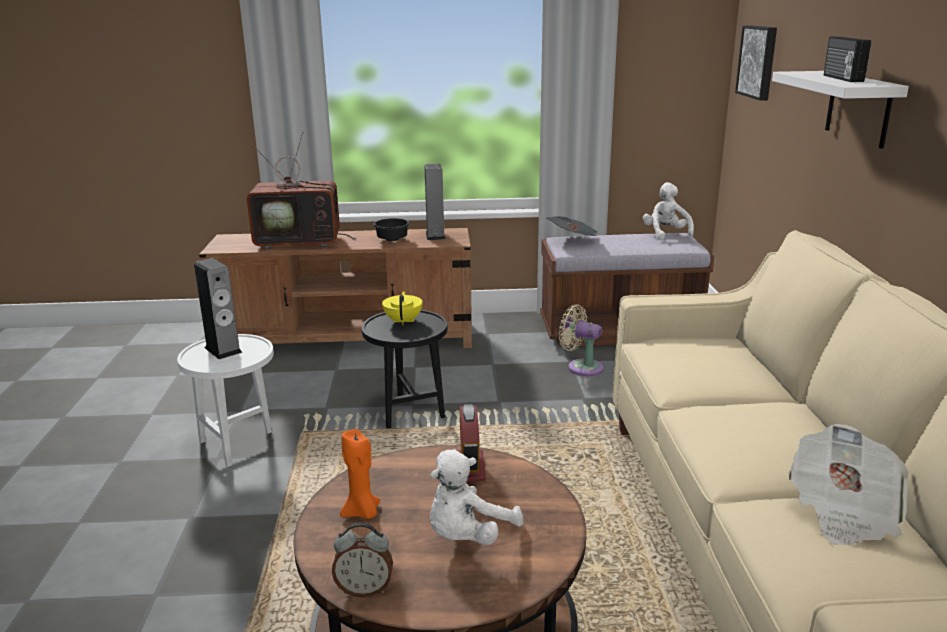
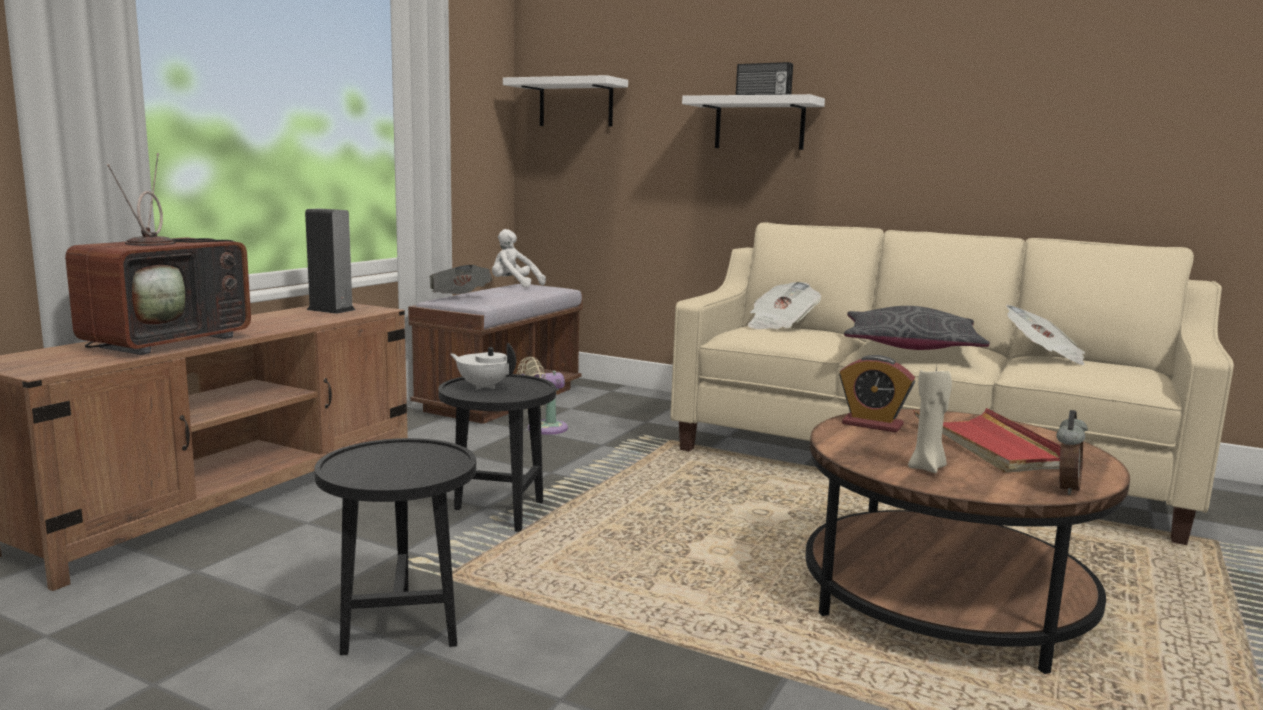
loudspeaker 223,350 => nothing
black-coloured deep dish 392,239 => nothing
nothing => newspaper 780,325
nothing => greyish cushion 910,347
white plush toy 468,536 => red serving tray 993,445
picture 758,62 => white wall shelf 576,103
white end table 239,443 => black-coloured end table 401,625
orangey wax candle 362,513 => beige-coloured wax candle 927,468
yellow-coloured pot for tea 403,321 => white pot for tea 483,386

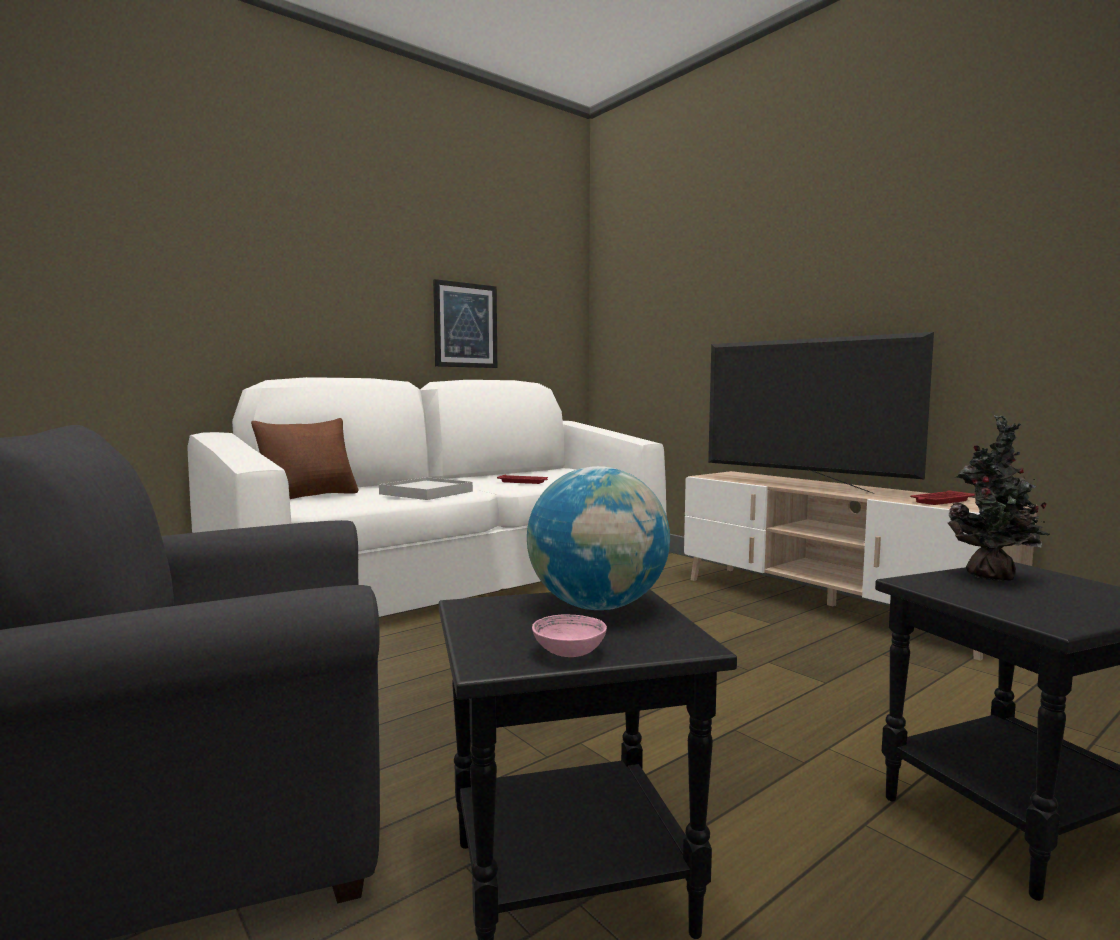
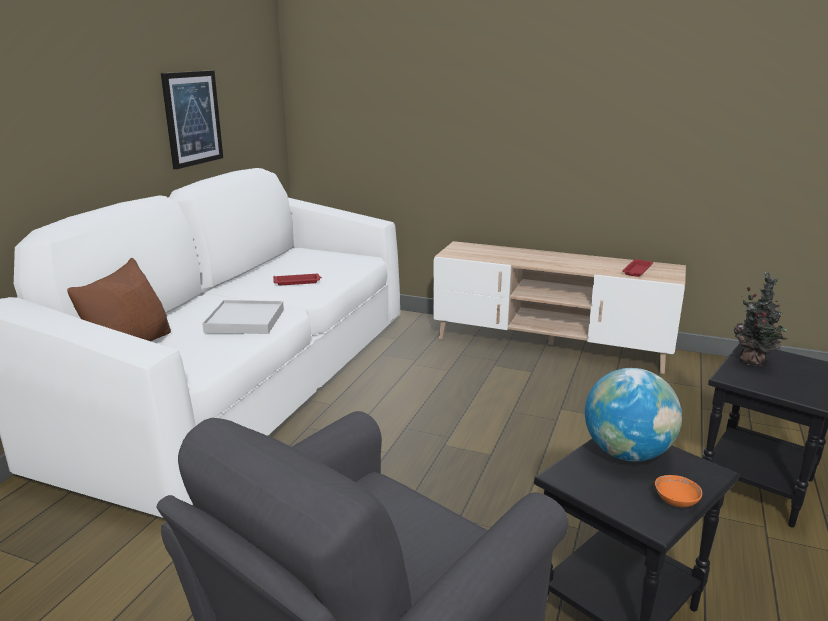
TV 804,486 => nothing
pink deep dish 569,652 => orangey deep dish 675,501

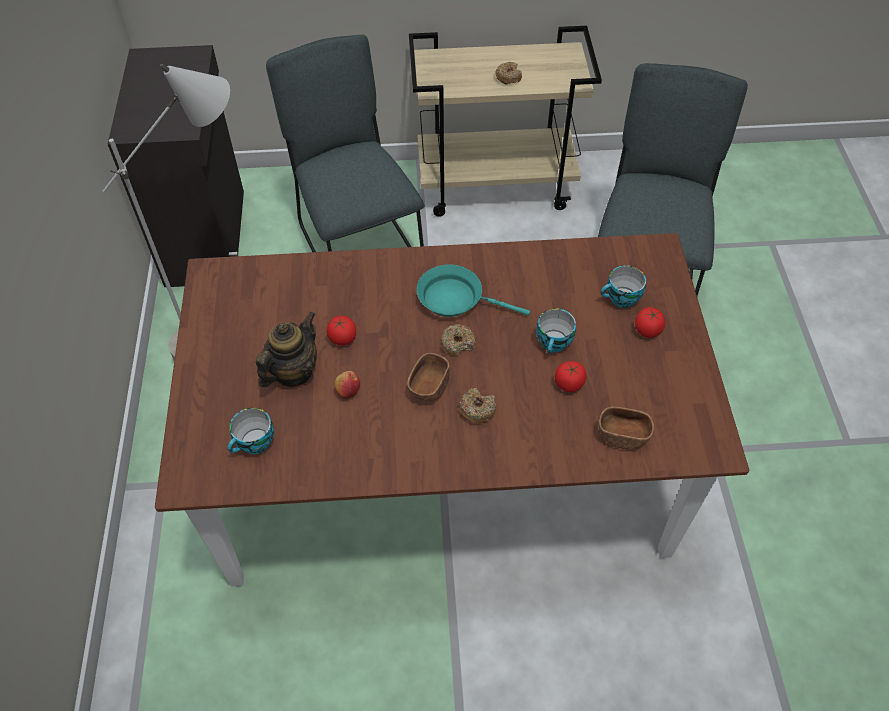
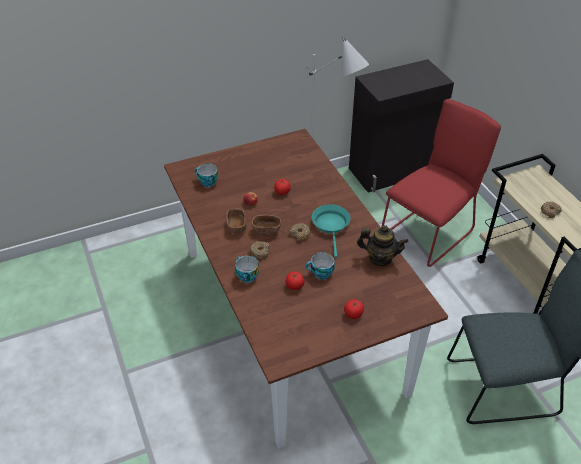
pot for tea 292,372 => pot for tea 380,258, shifted
brownish deep dish 622,435 => brownish deep dish 236,227, shifted
cup 621,299 => cup 246,276, shifted
greyish plain chair 358,243 => red plain chair 430,231

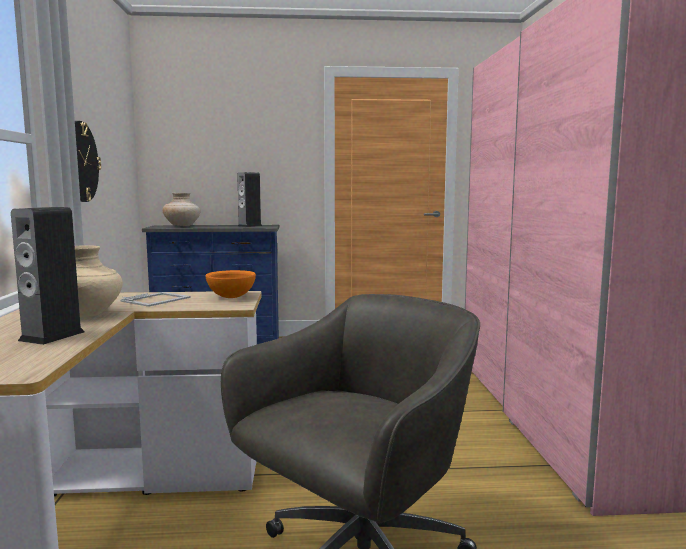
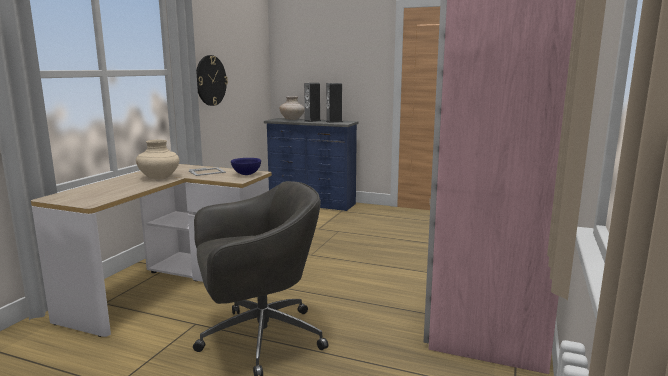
loudspeaker 52,336 => loudspeaker 312,121, shifted
orangey deep dish 230,297 => bluish deep dish 246,174

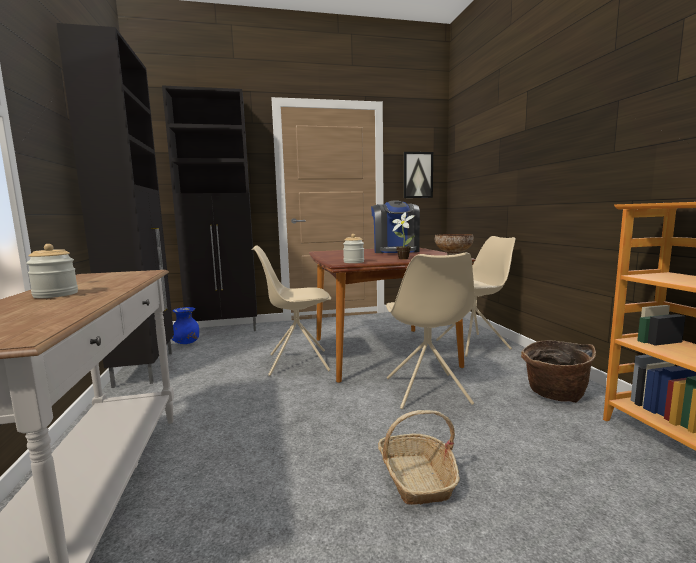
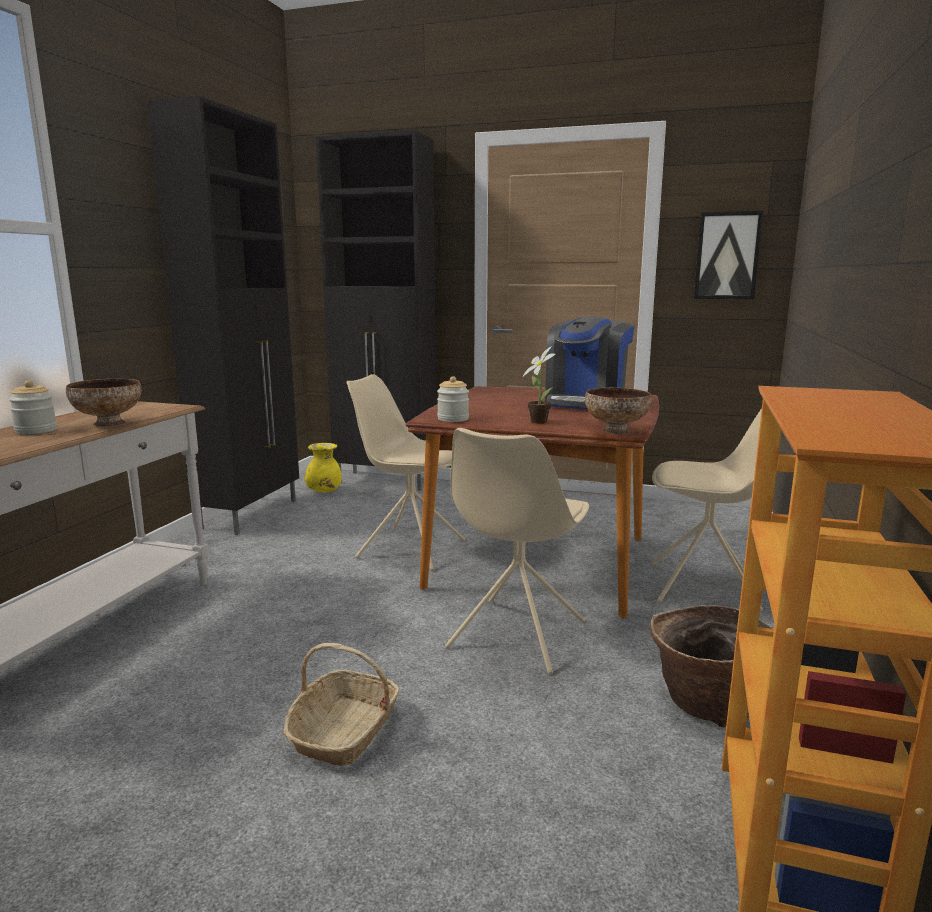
nothing => deep dish 108,423
bluish decorative vase 186,343 => yellow-coloured decorative vase 324,491

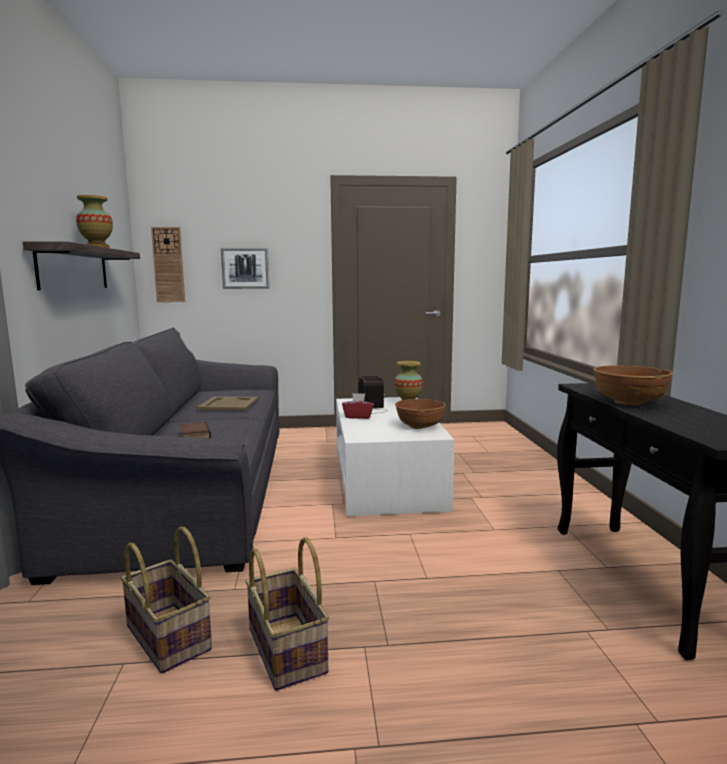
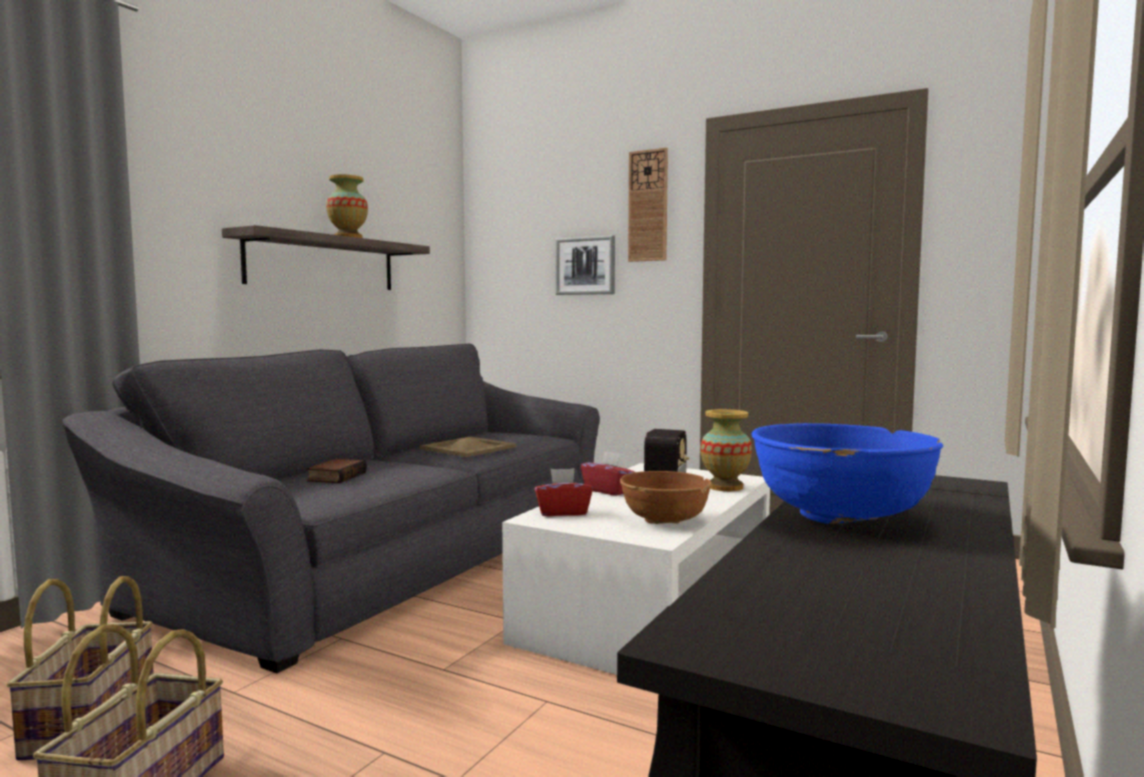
nothing => red tissue holder 562,512
wall clock 168,265 => wall clock 648,206, shifted
brownish deep dish 628,402 => bluish deep dish 840,515

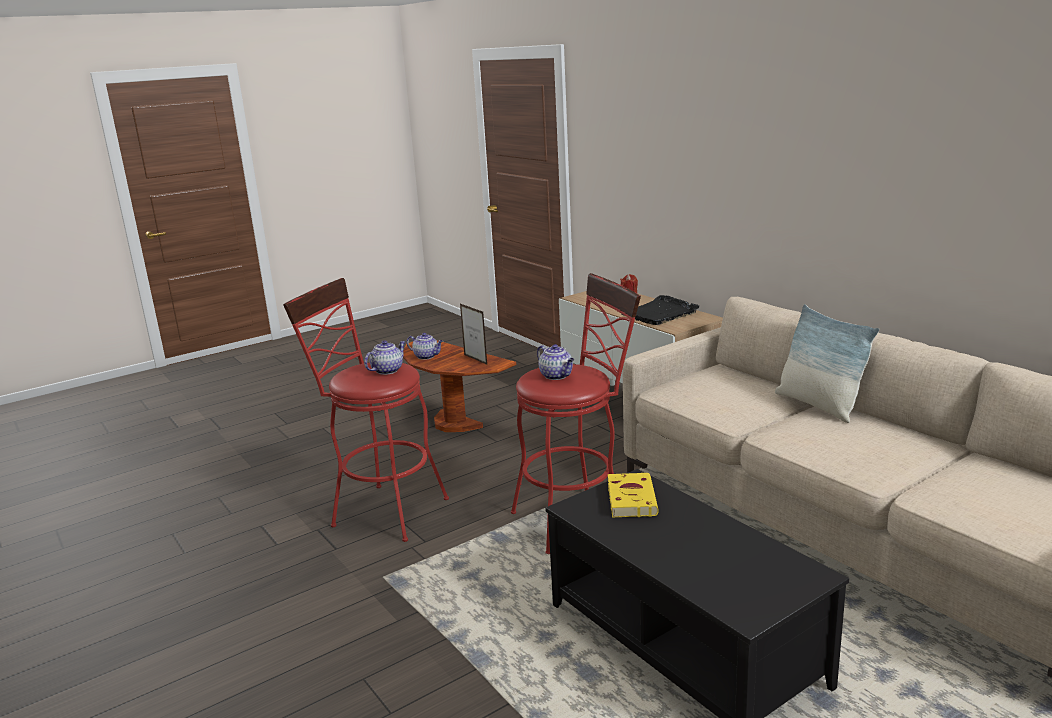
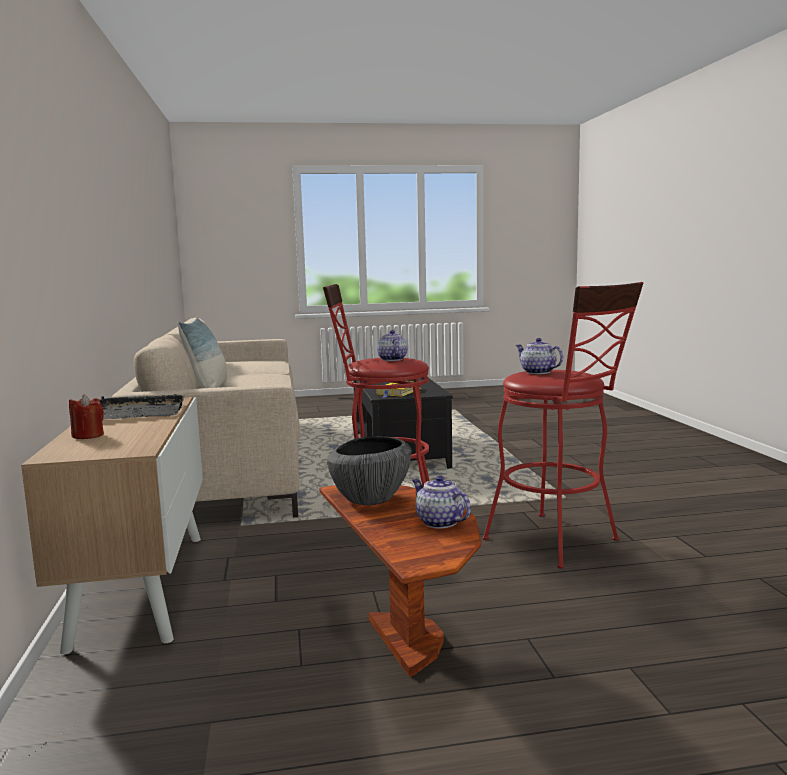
photo frame 475,360 => deep dish 370,499
pot for tea 387,370 => pot for tea 537,372, 75 degrees clockwise

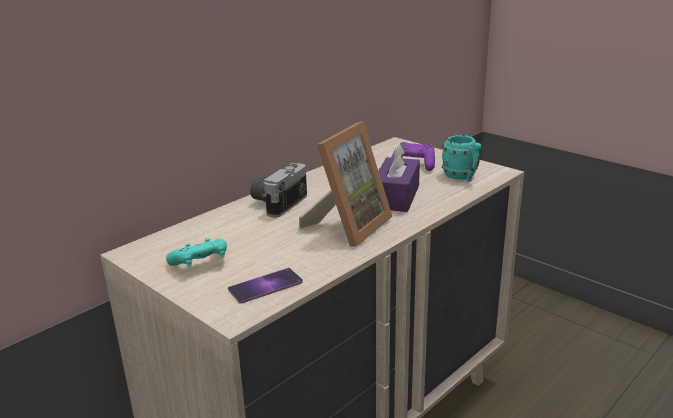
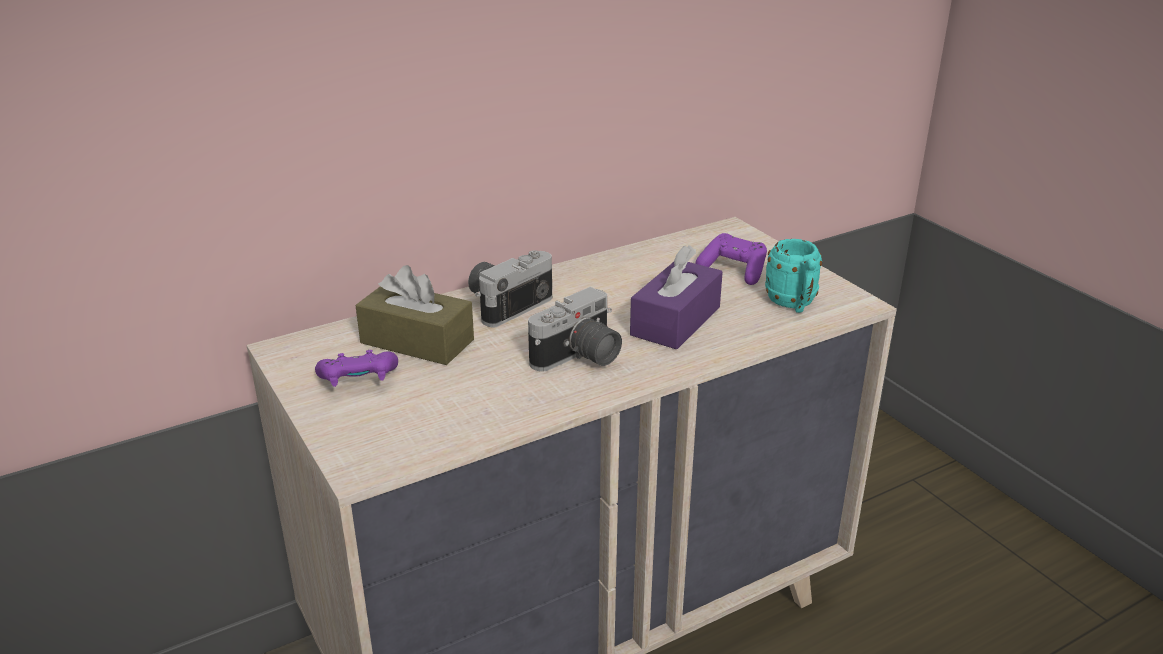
telephone 265,286 => nothing
nothing => brownish tissue holder 417,341
photo frame 348,226 => still camera 580,358
turquoise-coloured gamepad 201,264 => purple-coloured gamepad 359,382

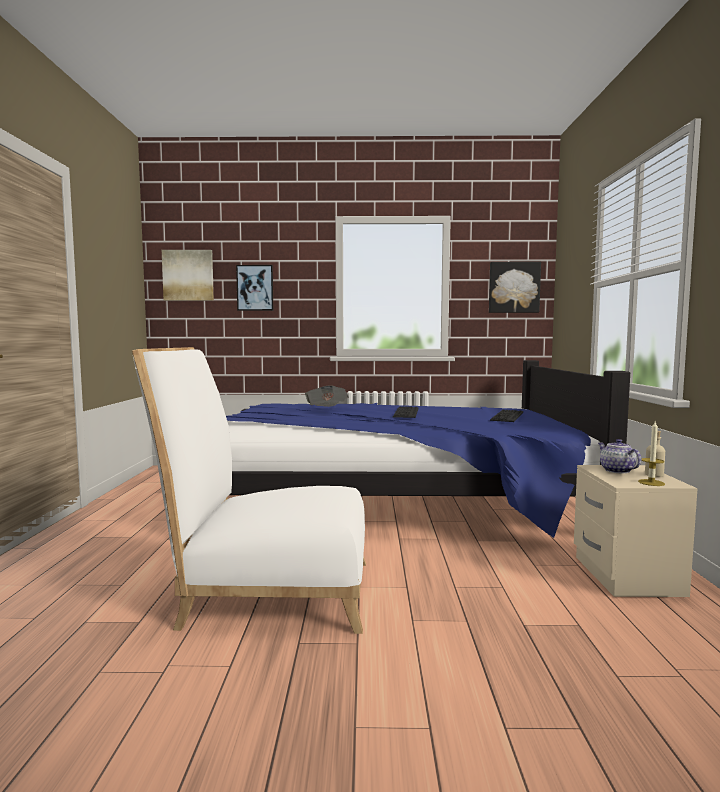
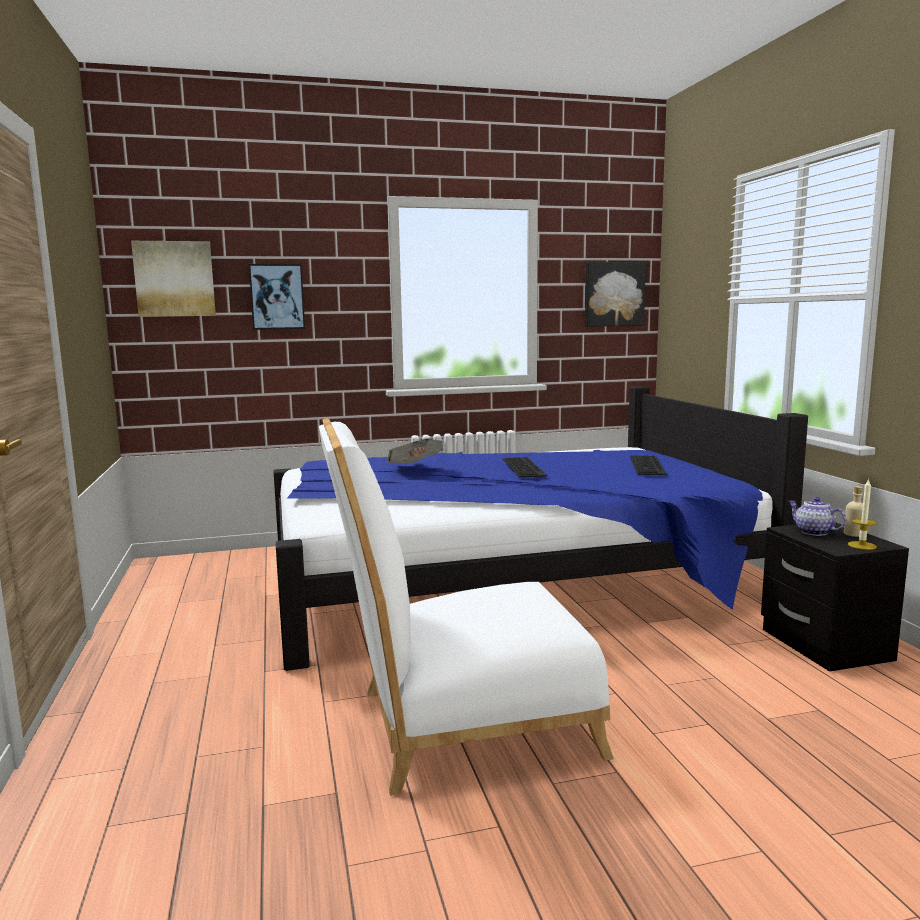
beige-coloured bedside table 624,576 => black-coloured bedside table 823,645

